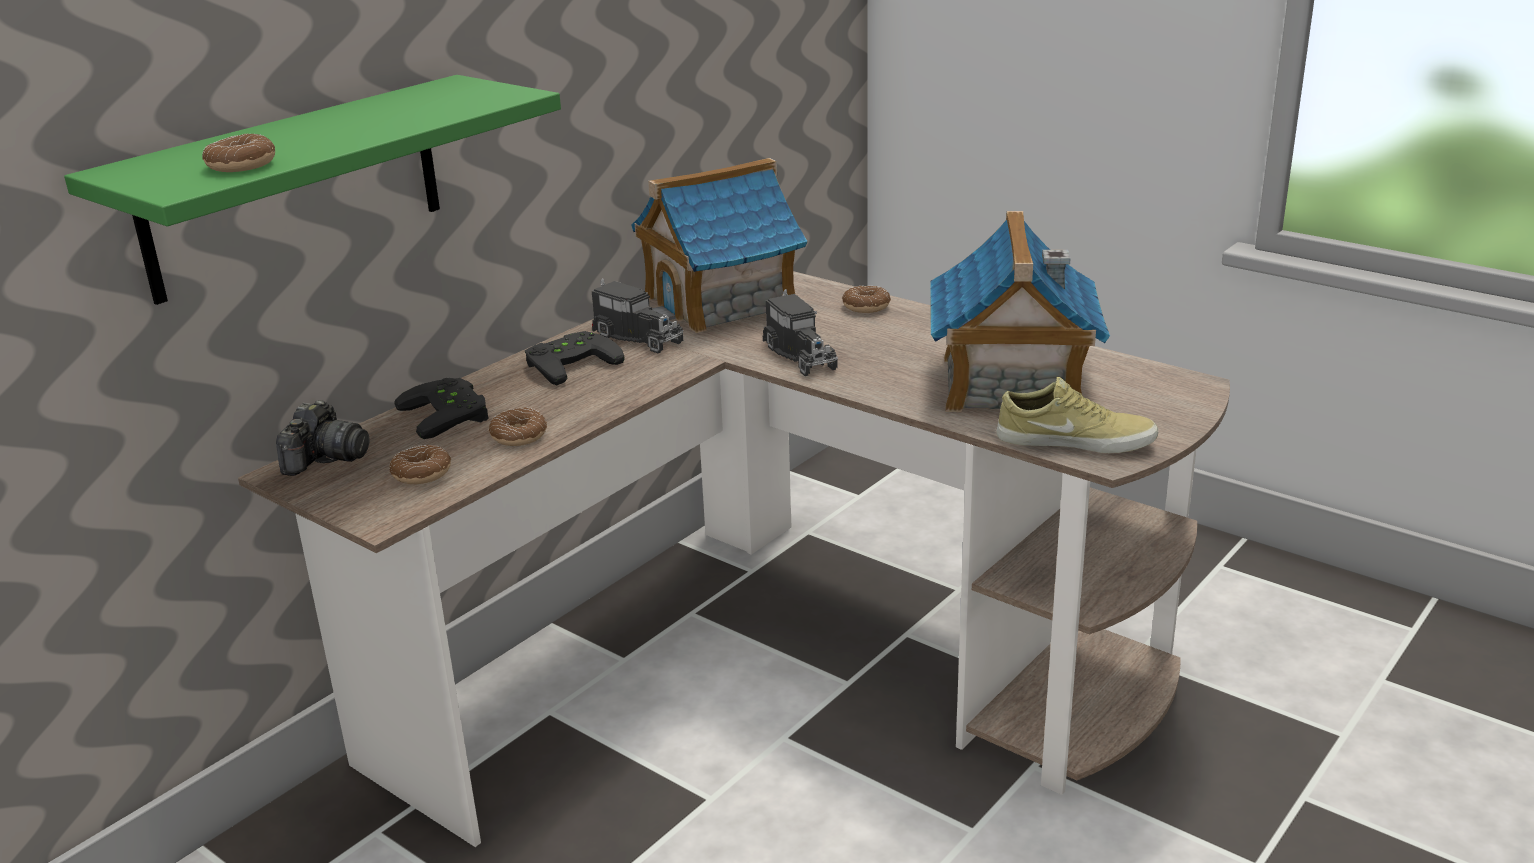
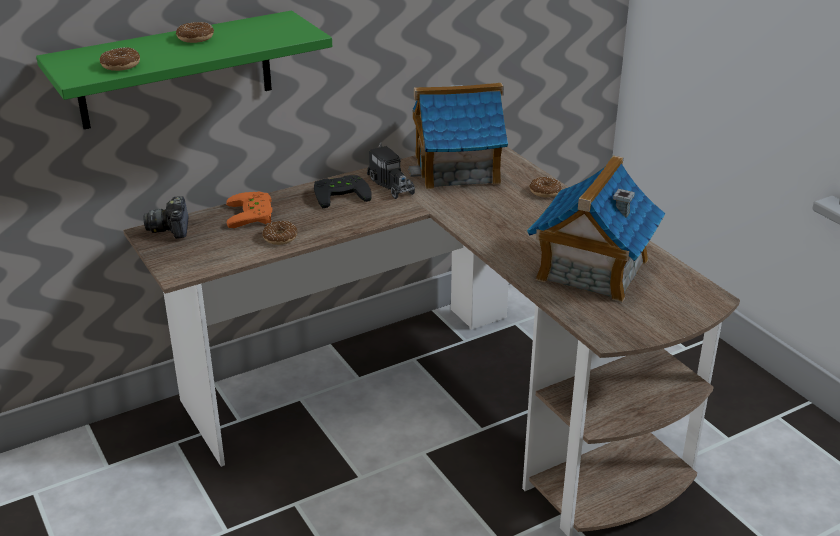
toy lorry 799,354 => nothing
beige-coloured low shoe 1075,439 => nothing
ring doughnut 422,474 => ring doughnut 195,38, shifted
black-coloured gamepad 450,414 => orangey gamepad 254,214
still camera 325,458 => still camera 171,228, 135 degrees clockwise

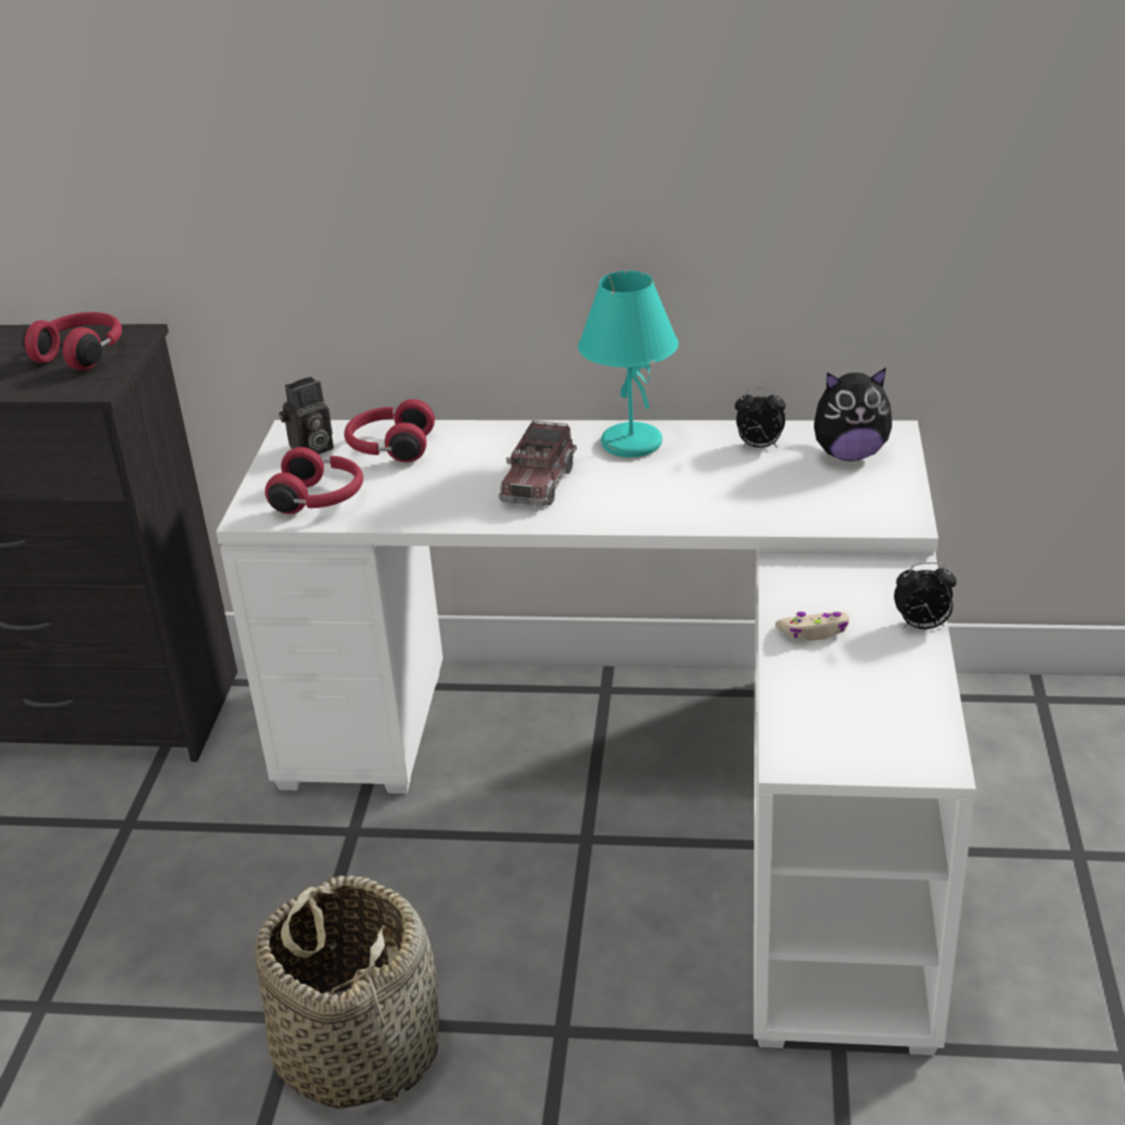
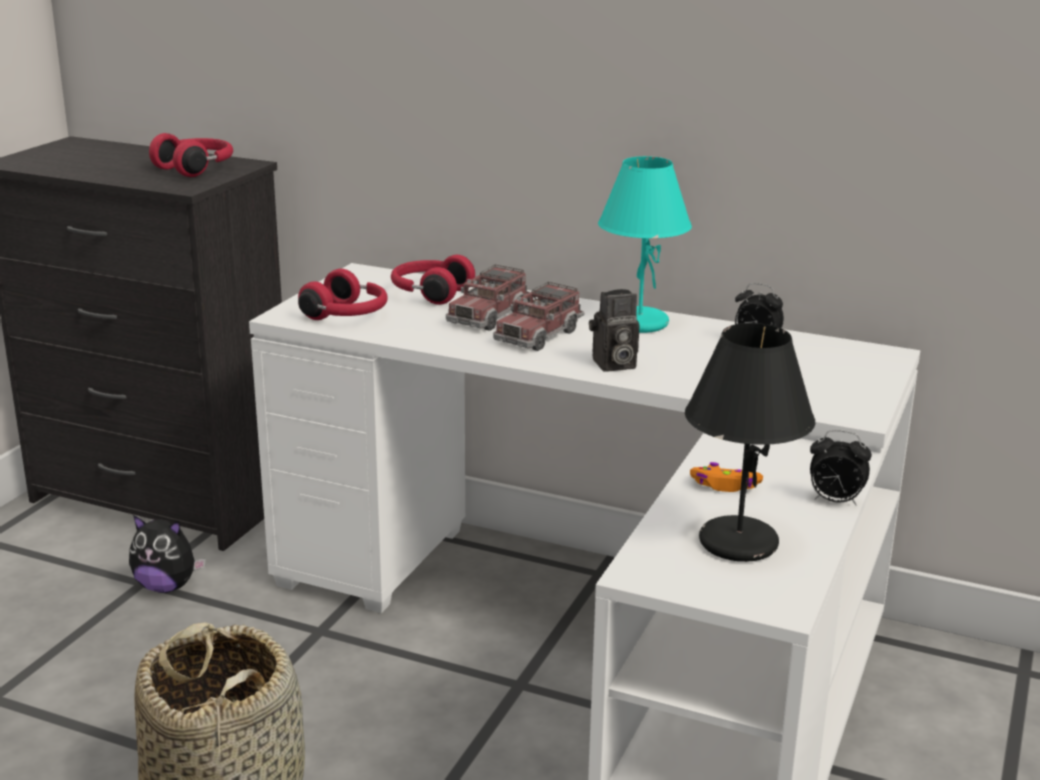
nothing => toy lorry 488,316
nothing => black-coloured table lamp 737,542
still camera 310,449 => still camera 613,365, shifted
plush toy 850,454 => plush toy 167,586, shifted
beige-coloured gamepad 814,632 => orangey gamepad 725,486

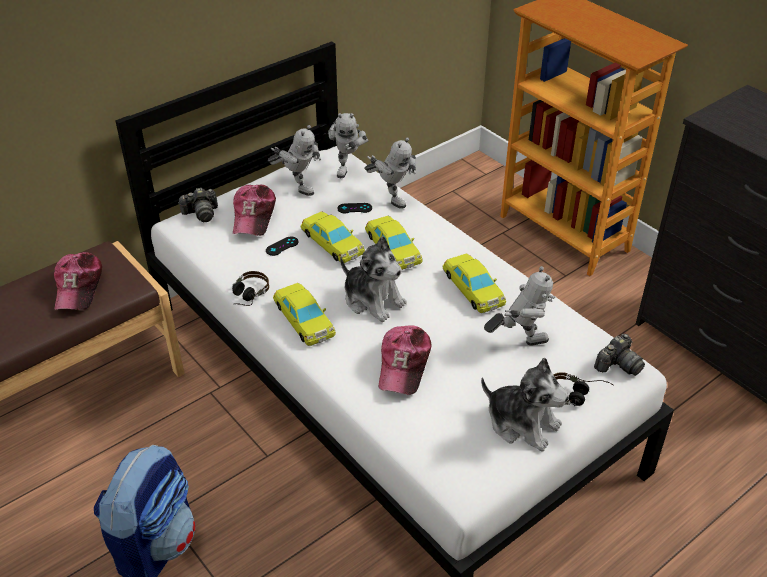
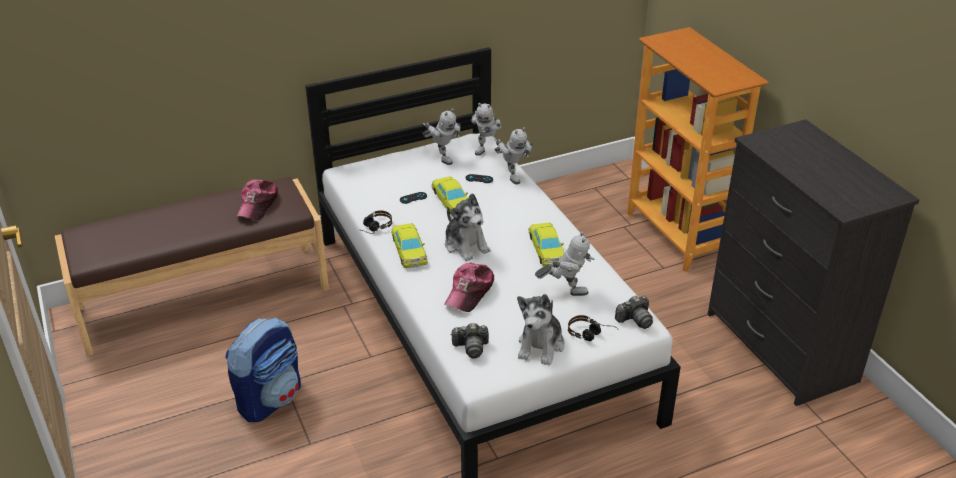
peaked cap 254,216 => nothing
yellow-coloured model car 393,248 => nothing
still camera 201,213 => still camera 471,347, shifted
plush toy 522,423 => plush toy 541,345, 60 degrees clockwise

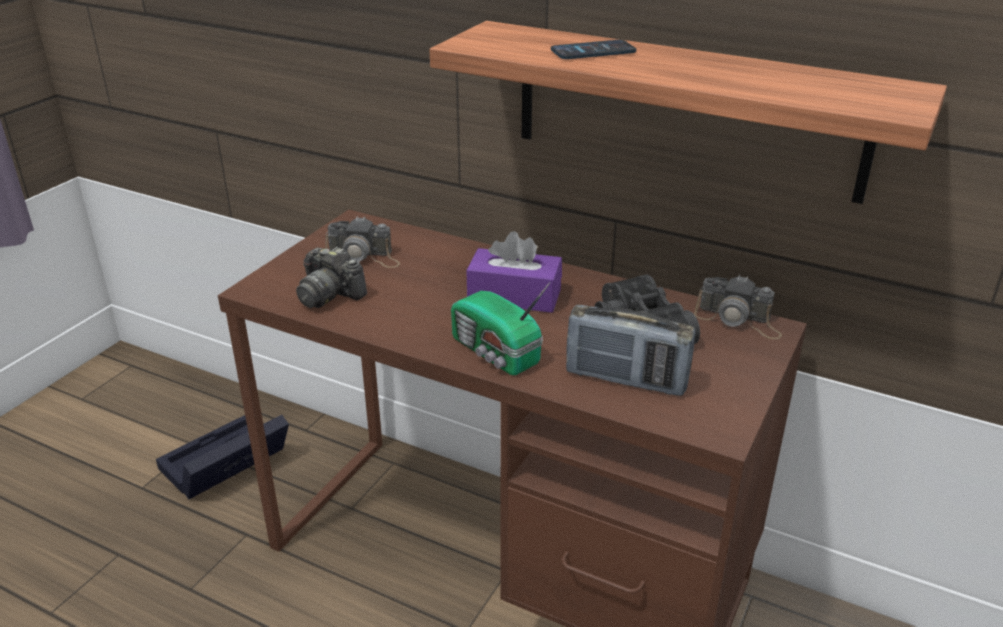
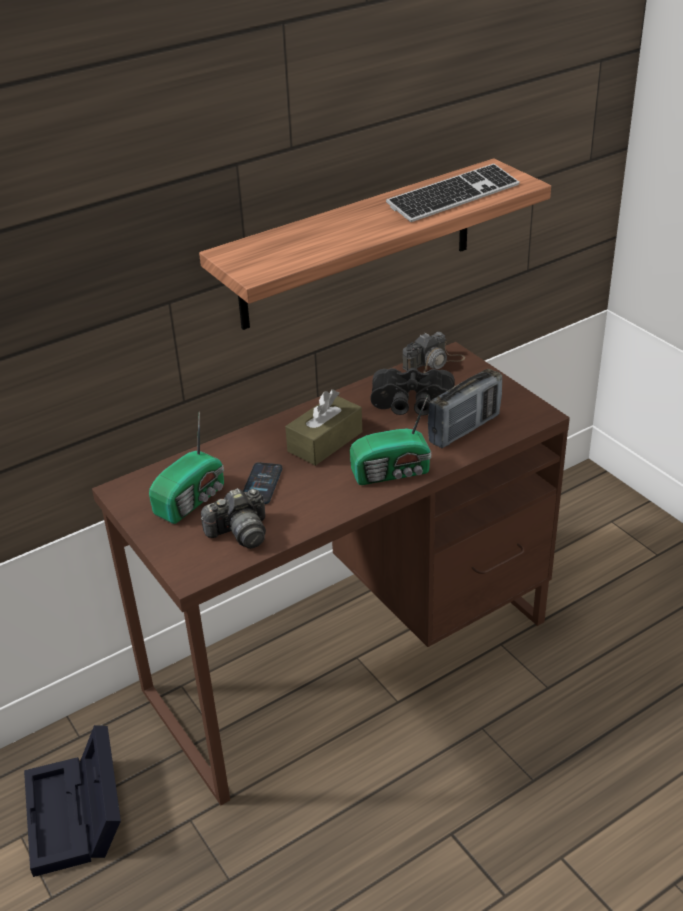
nothing => keyboard 453,196
telephone 593,51 => telephone 261,484, shifted
still camera 363,256 => radio receiver 193,499
purple-coloured tissue holder 514,296 => brownish tissue holder 325,441

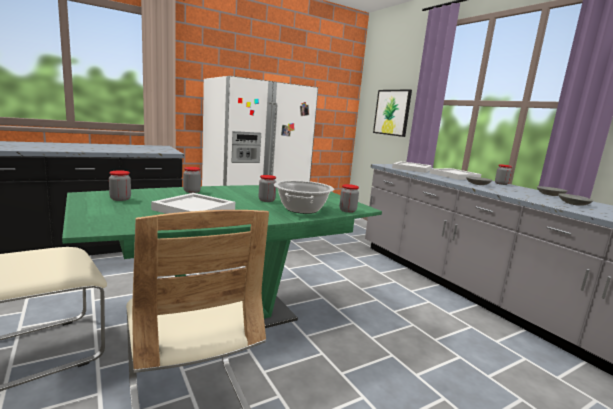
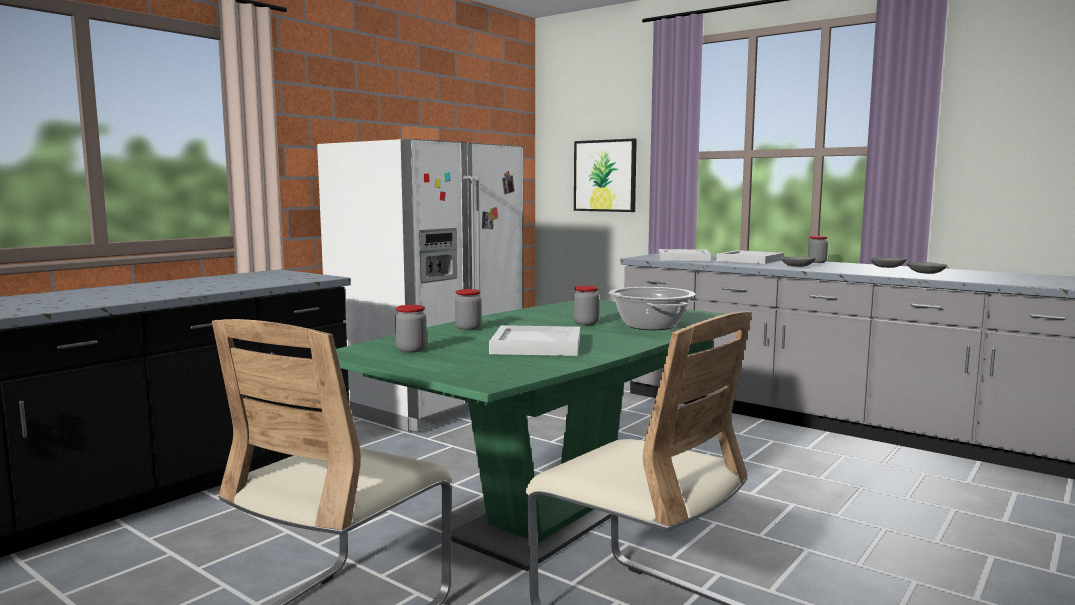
jar 347,210 => nothing

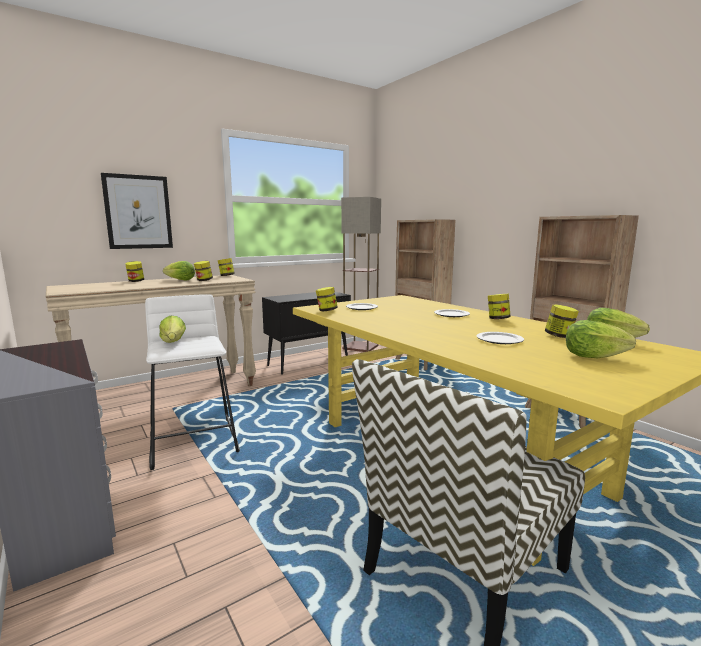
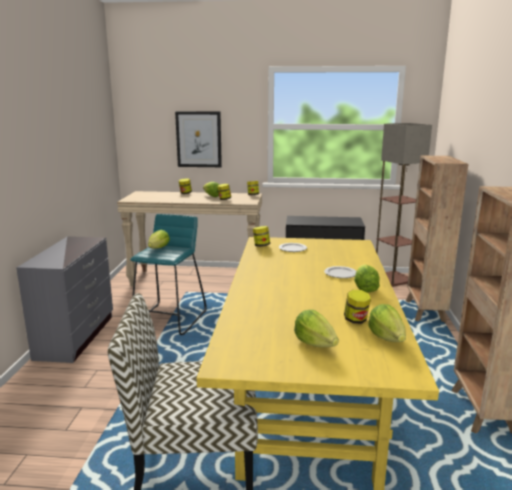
dinner plate 499,340 => nothing
jar 498,319 => lettuce head 365,289
white stool seat 194,442 => turquoise-coloured stool seat 170,319

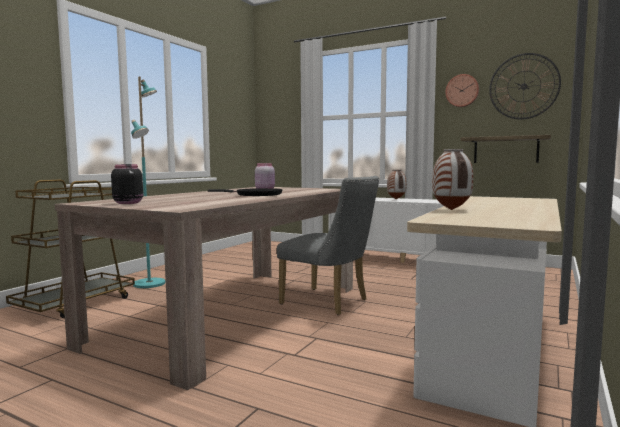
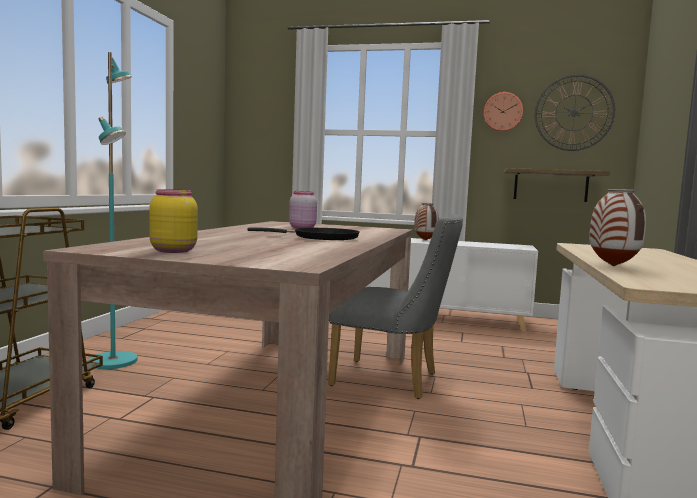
black-coloured jar 128,203 => yellow-coloured jar 173,250

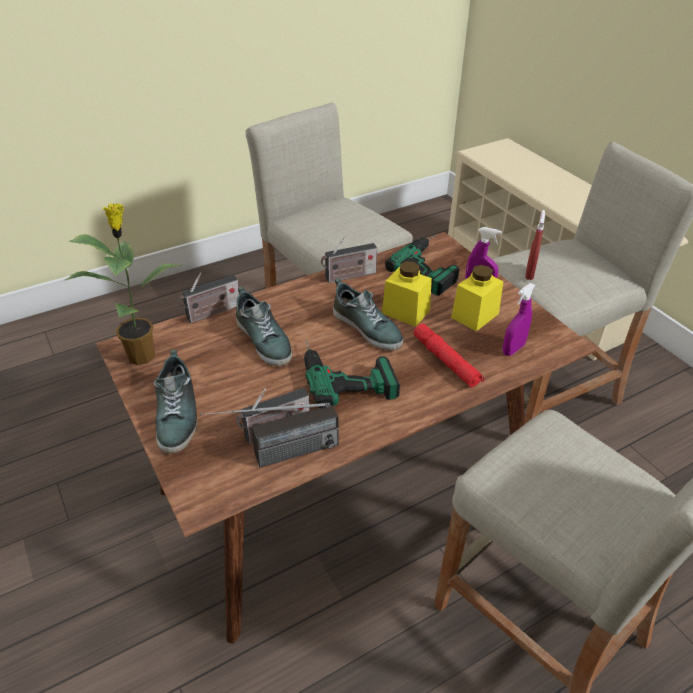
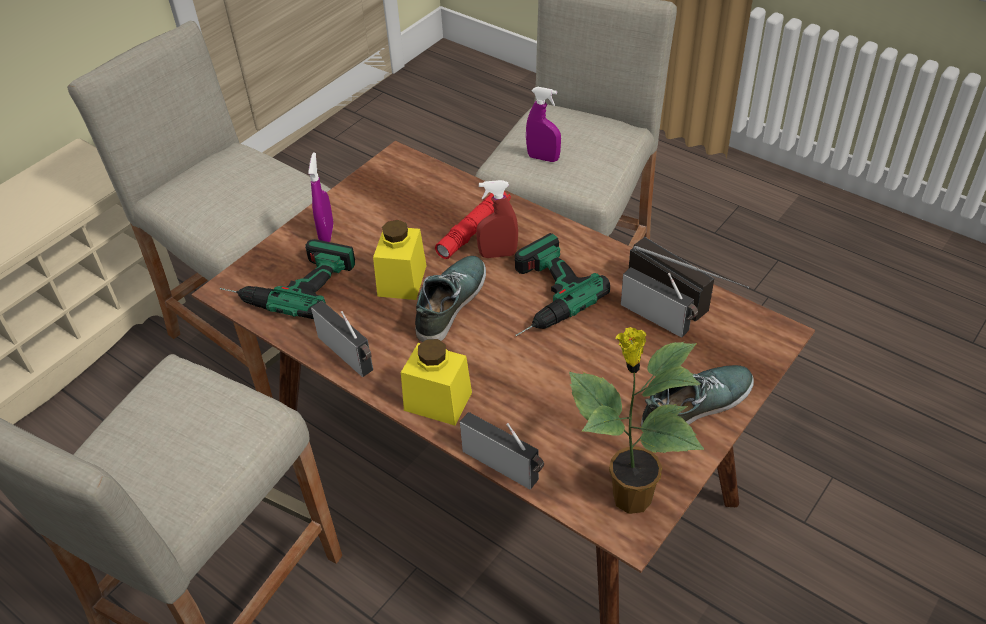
low shoe 264,340 => nothing
yellow-coloured jar 475,315 => yellow-coloured jar 438,401, shifted
purple-coloured hand sprayer 513,349 => purple-coloured hand sprayer 543,158, shifted
red hand sprayer 529,273 => red hand sprayer 498,254, shifted

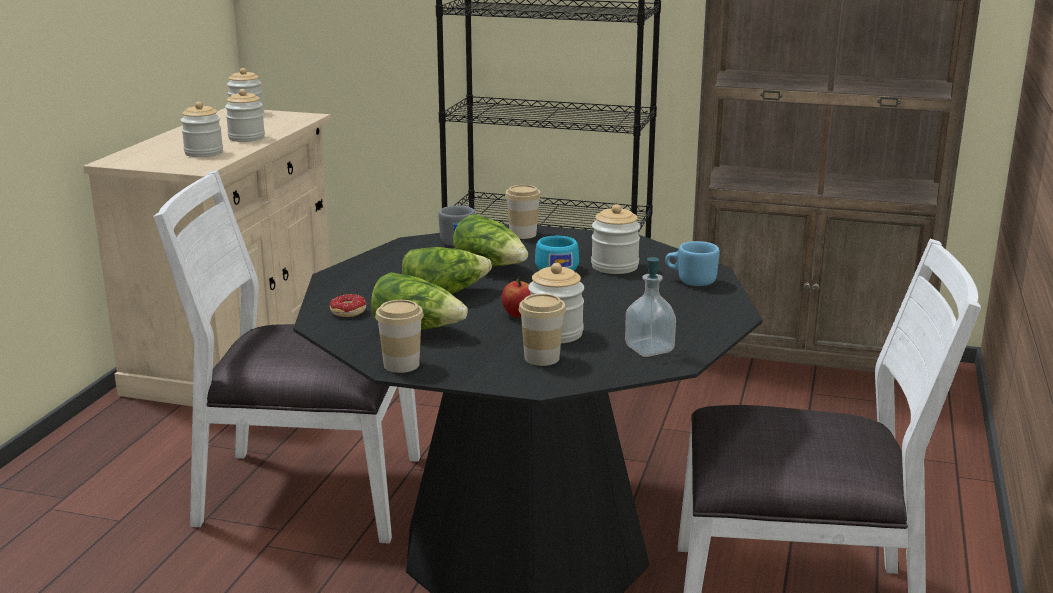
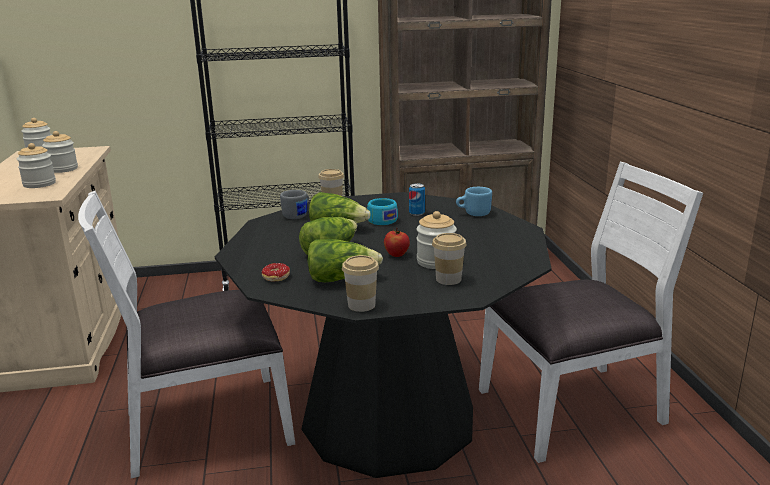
liquid soap bottle 649,349 => nothing
jar 614,266 => metal can 417,213

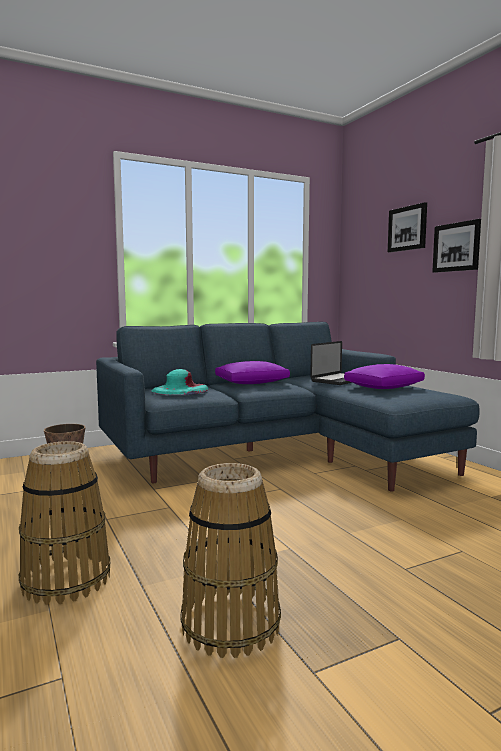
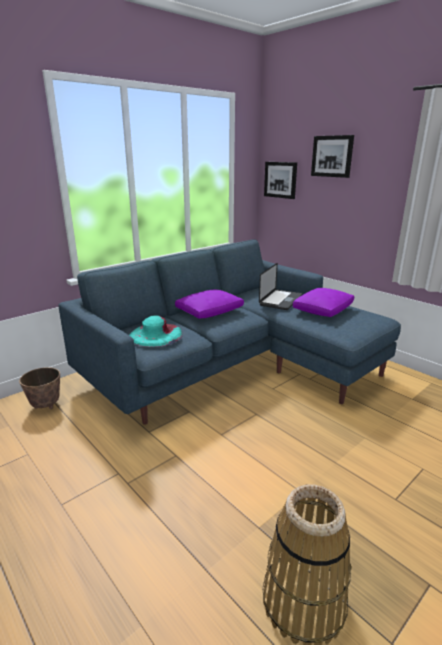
basket 66,579 => nothing
picture 457,247 => picture 280,180, shifted

